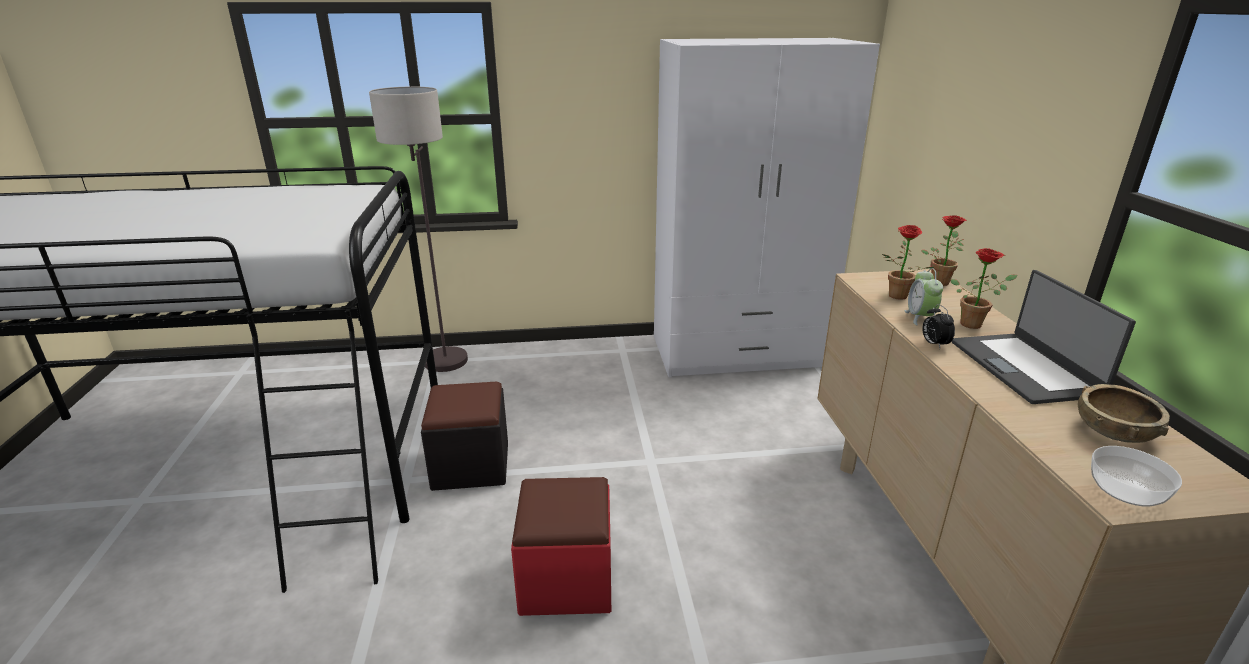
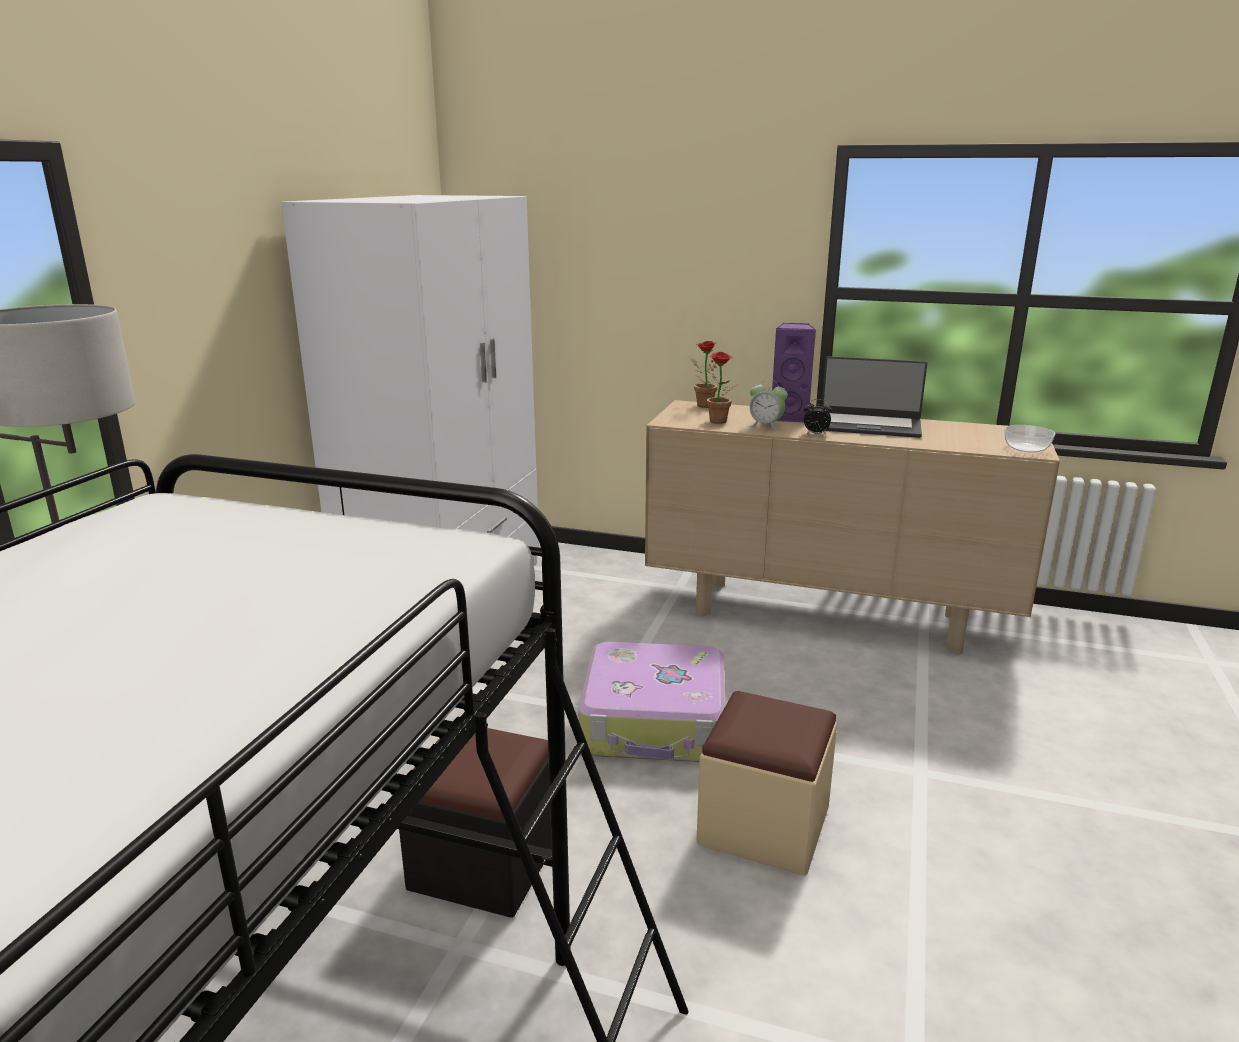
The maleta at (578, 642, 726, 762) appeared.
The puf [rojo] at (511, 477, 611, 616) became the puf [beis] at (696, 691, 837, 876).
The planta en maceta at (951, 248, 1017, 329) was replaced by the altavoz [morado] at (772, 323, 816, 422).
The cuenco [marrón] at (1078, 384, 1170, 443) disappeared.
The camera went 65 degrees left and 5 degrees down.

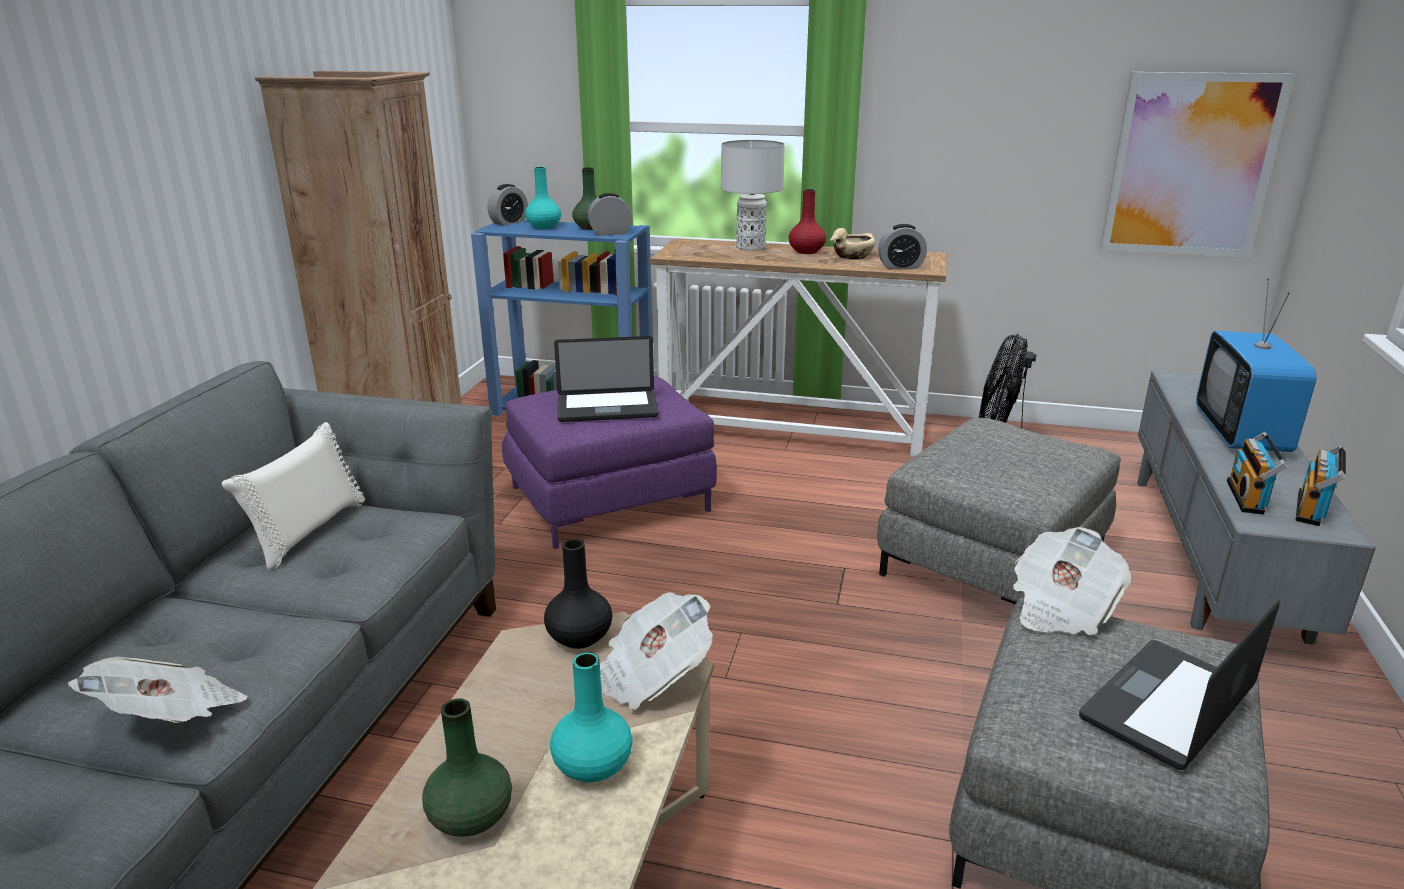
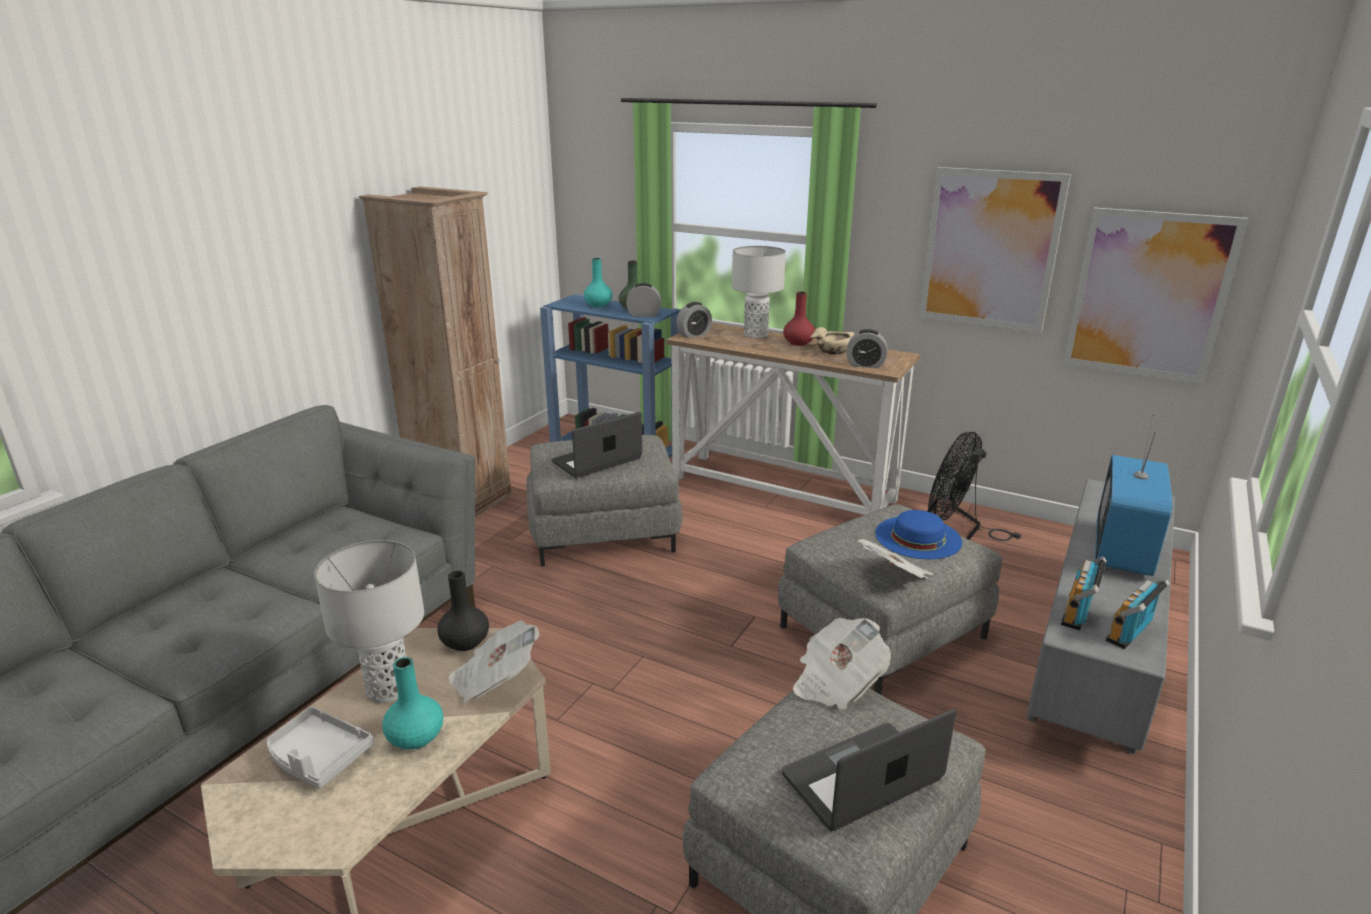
The florero [verde] at (422, 698, 512, 837) was replaced by the bandeja [gris] at (267, 706, 374, 789).
The lámpara de mesa [blanco] at (314, 540, 424, 703) appeared.
The puf [morado] at (502, 376, 717, 549) became the puf [gris] at (527, 435, 683, 566).
The portátil at (554, 336, 658, 422) turned 135 degrees clockwise.
The despertador moved from (487, 184, 528, 226) to (676, 302, 712, 338).
The periódico moved from (68, 656, 247, 723) to (858, 539, 933, 578).
The sombrero [azul] at (875, 510, 962, 559) appeared.
The cuadro at (919, 167, 1071, 333) appeared.
The cojín [blanco] at (222, 422, 365, 570) disappeared.
The camera went 15 degrees right and 0 degrees up.

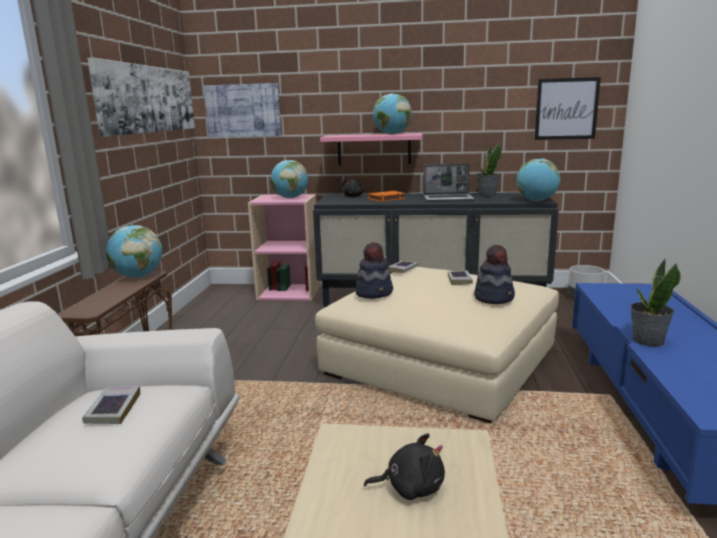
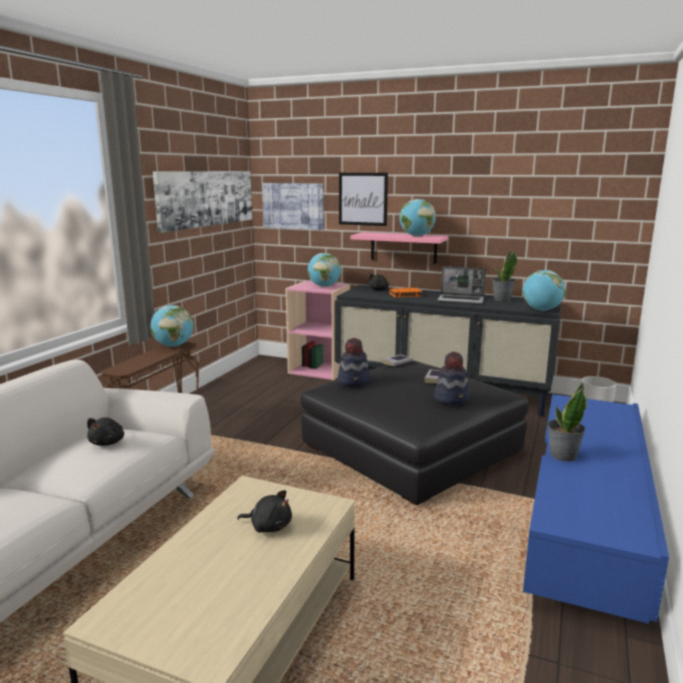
The libro at (82, 385, 140, 424) was replaced by the peluche [negro] at (87, 417, 124, 446).
The puf [beis] at (315, 267, 559, 423) became the puf [negro] at (301, 361, 529, 506).
The cuadro moved from (534, 77, 601, 140) to (339, 173, 388, 226).
The camera went 15 degrees right and 0 degrees up.

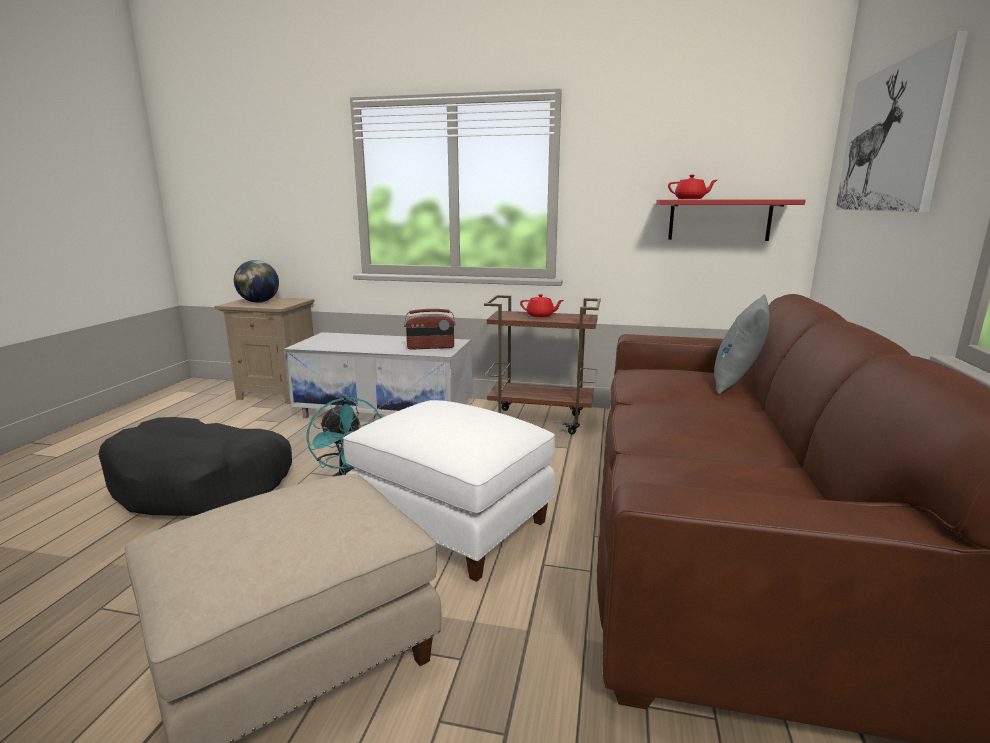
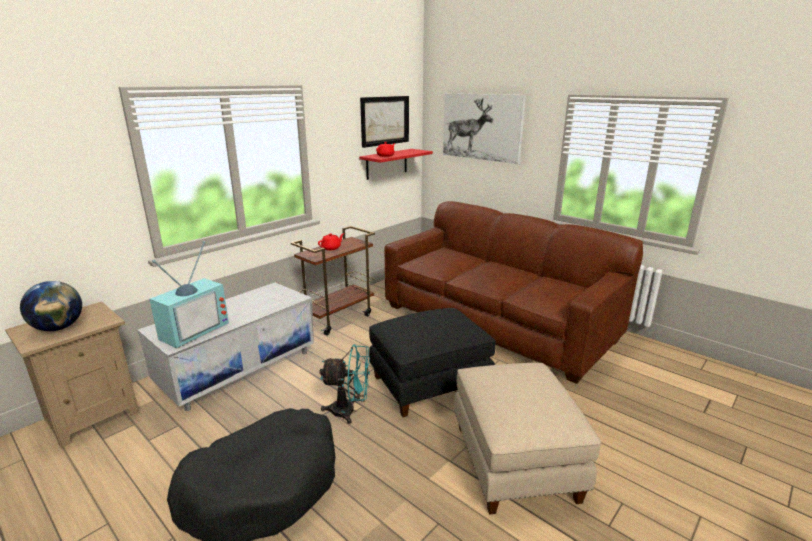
The televisor at (149, 241, 229, 348) appeared.
The cuadro at (360, 96, 409, 148) appeared.
The puf [blanco] at (343, 400, 555, 582) became the puf [negro] at (369, 308, 496, 417).
The radio at (404, 309, 456, 350) disappeared.
The cojín [gris] at (714, 295, 770, 394) disappeared.
The camera went 60 degrees left and 5 degrees up.

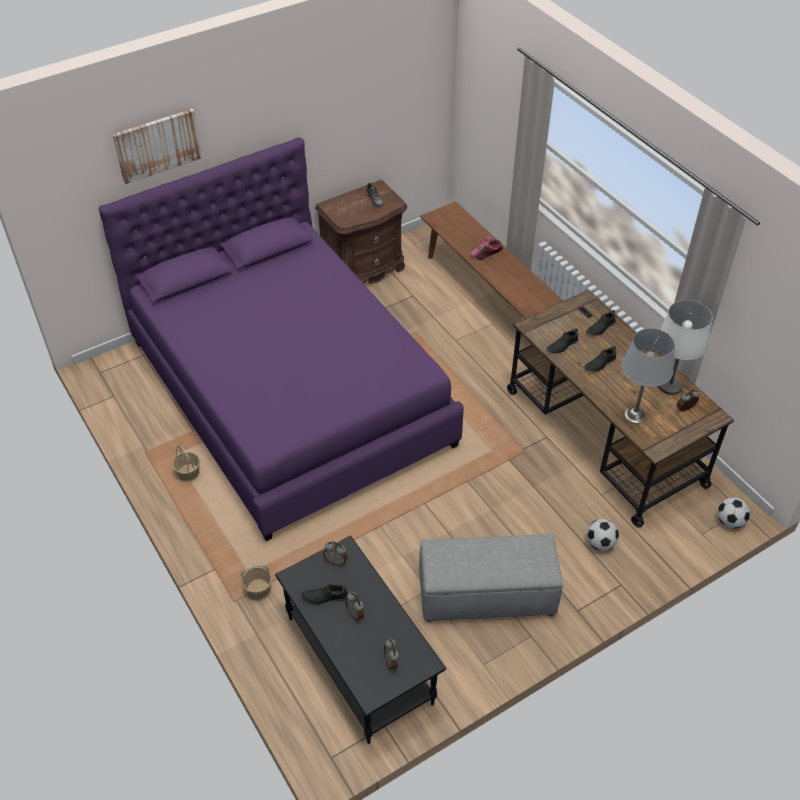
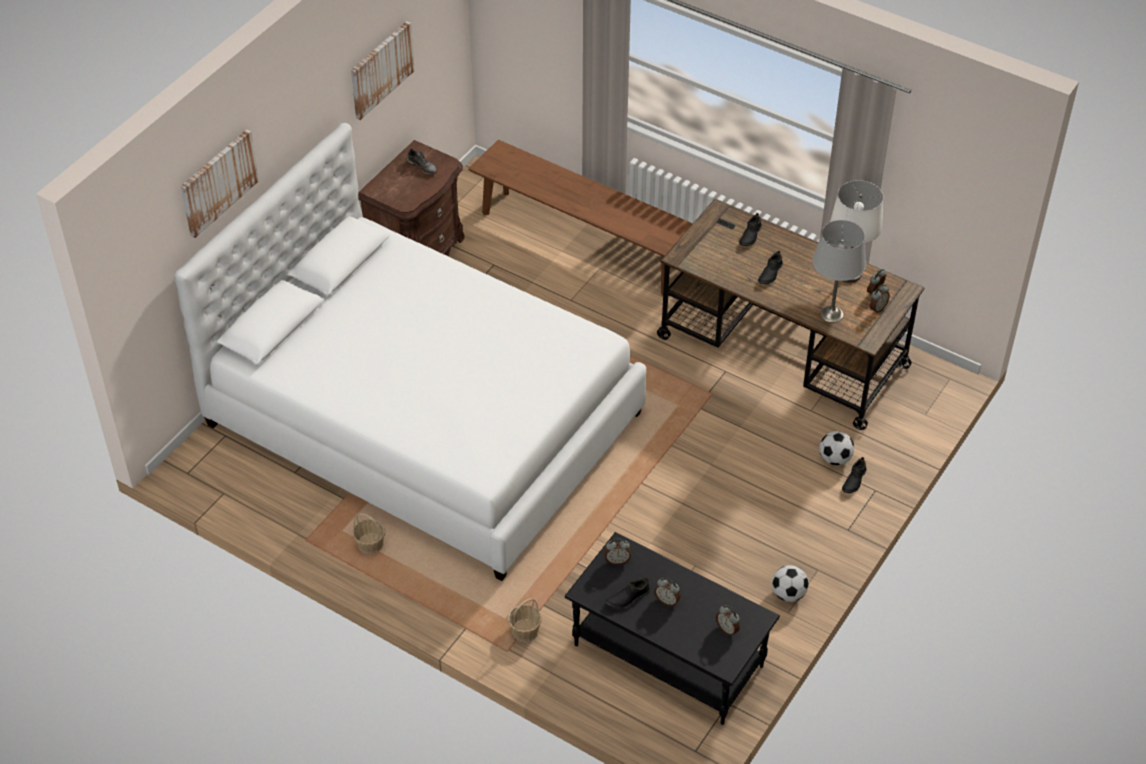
The cama [morado] at (99, 137, 464, 541) became the cama [blanco] at (174, 123, 646, 581).
The cuadro at (351, 21, 415, 120) appeared.
The balón de fútbol moved from (718, 497, 750, 529) to (772, 565, 809, 602).
The zapato [negro] moved from (547, 328, 579, 353) to (842, 457, 866, 493).
The despertador at (870, 284, 890, 313) appeared.
The puf [gris] at (419, 534, 563, 622) disappeared.
The gorra at (470, 237, 503, 260) disappeared.
The camera went 25 degrees left and 0 degrees up.

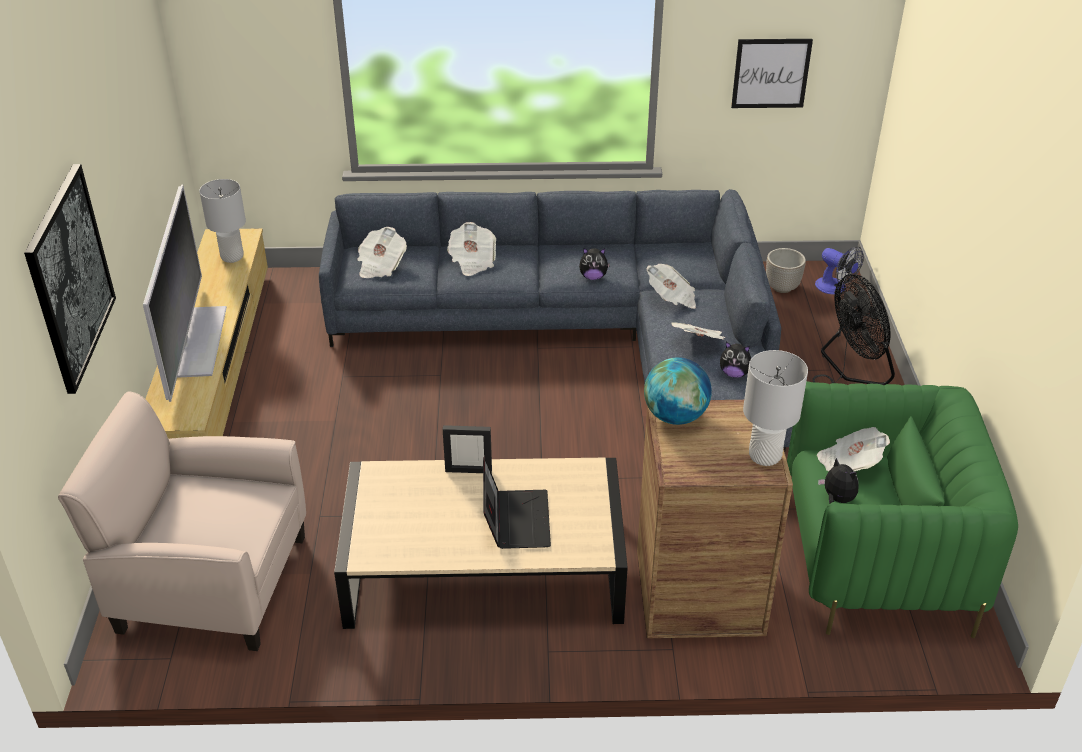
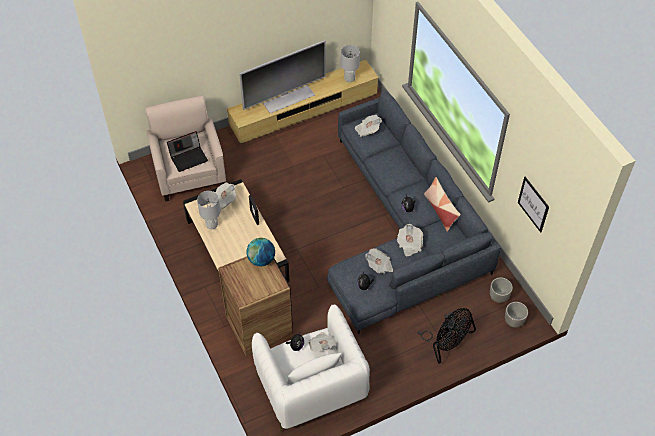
The portátil moved from (483, 456, 551, 549) to (167, 131, 208, 172).
The lámpara de mesa [gris] moved from (743, 350, 808, 466) to (197, 191, 221, 229).
The periódico moved from (447, 222, 496, 276) to (211, 182, 236, 210).
The sillón [verde] at (787, 381, 1018, 638) became the sillón [blanco] at (252, 305, 370, 433).
The cojín at (424, 177, 461, 232) appeared.
The ventilador at (815, 247, 864, 294) was replaced by the maceta at (505, 302, 528, 328).
The cuadro at (24, 164, 116, 394) disappeared.
The camera went 65 degrees right and 15 degrees up.

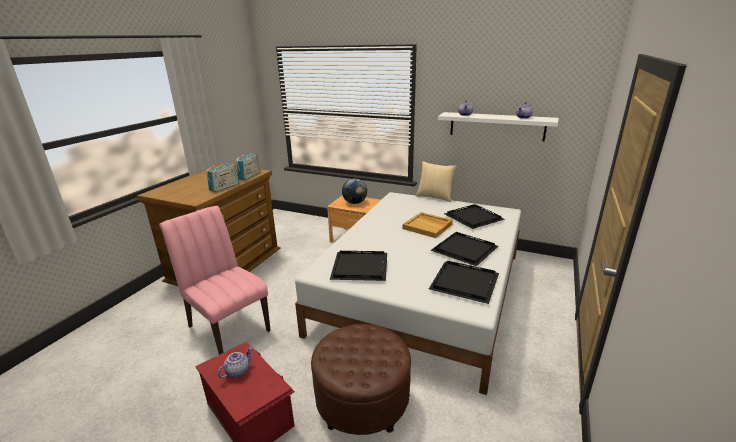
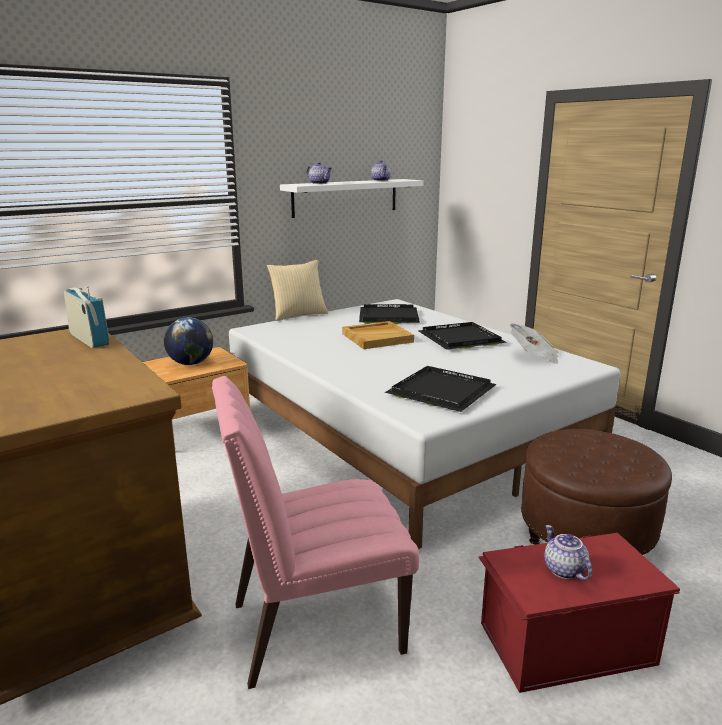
The bandeja [negro] at (429, 261, 499, 304) was replaced by the periódico at (510, 323, 559, 364).
The radio at (207, 163, 239, 192) disappeared.
The camera went 60 degrees left and 5 degrees down.

